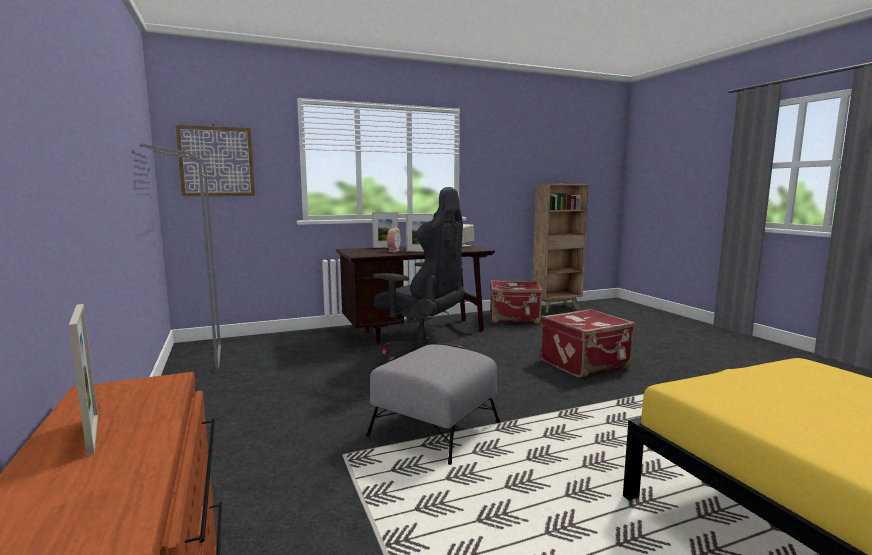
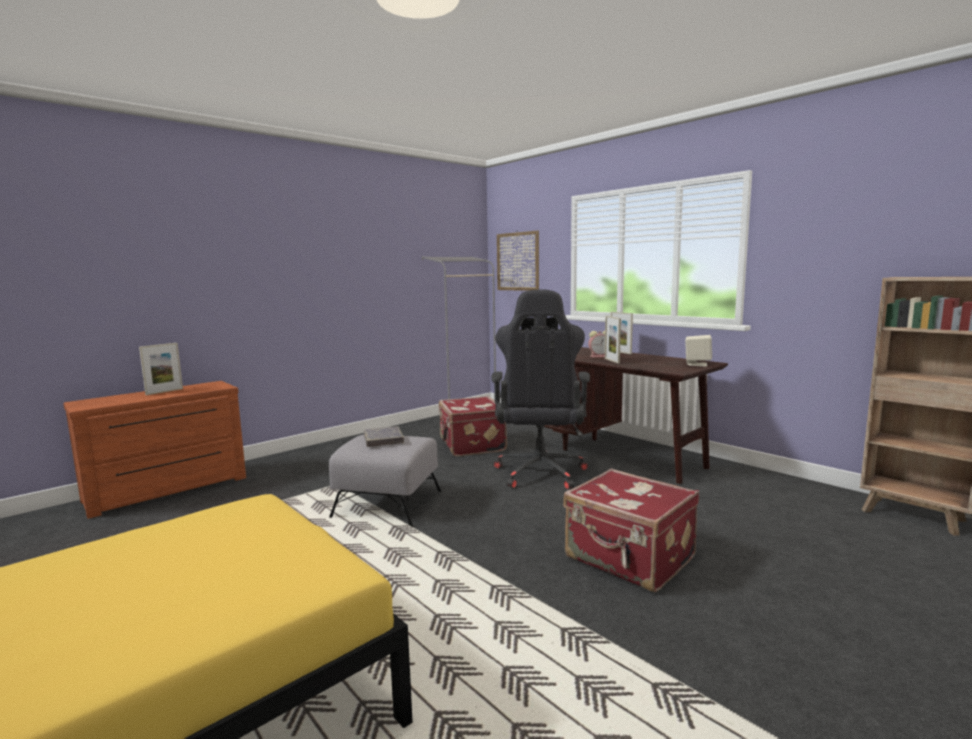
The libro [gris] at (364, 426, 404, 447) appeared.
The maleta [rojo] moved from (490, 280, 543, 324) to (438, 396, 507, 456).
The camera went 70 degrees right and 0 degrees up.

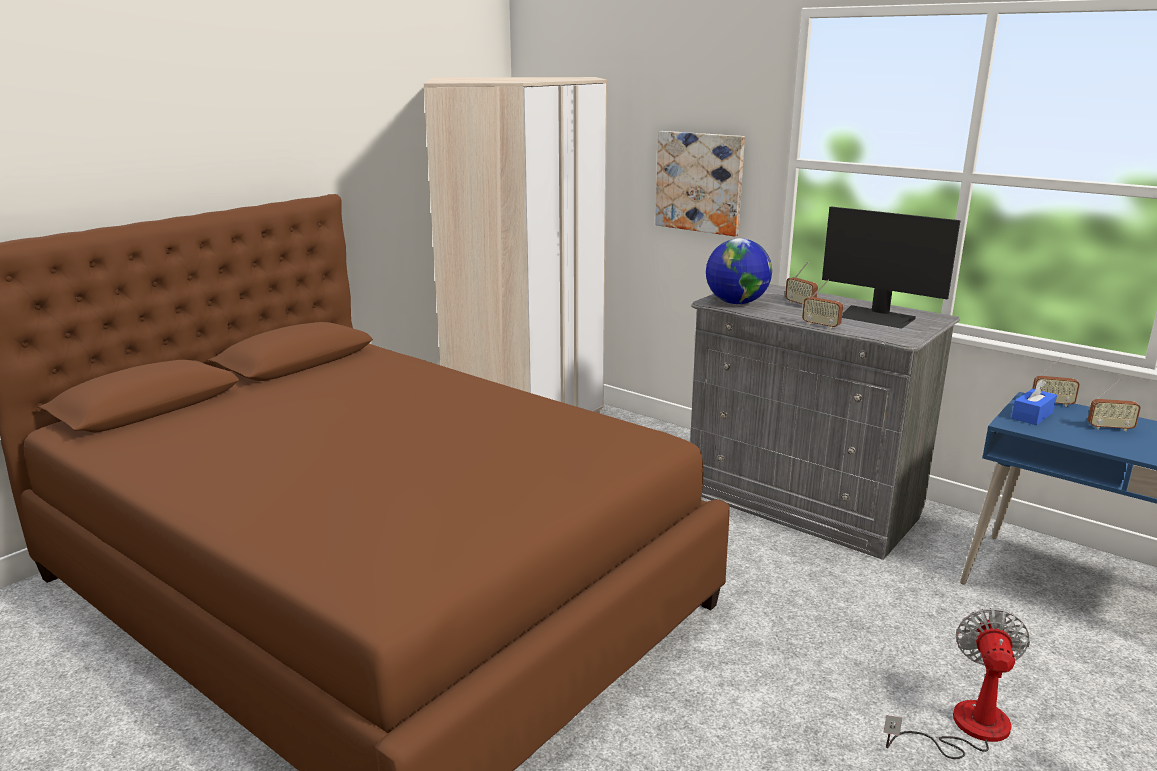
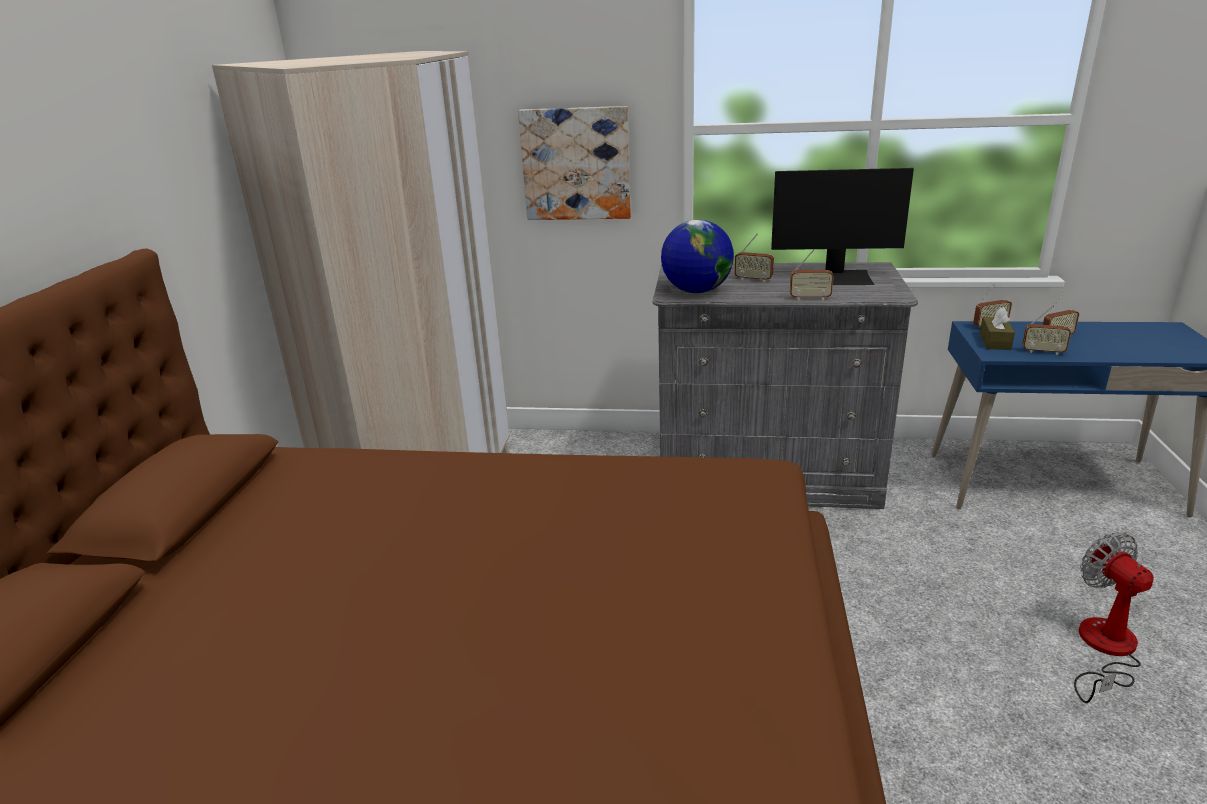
The caja de pañuelos [azul] at (1011, 380, 1057, 425) became the caja de pañuelos [marrón] at (980, 307, 1015, 350).
The radio at (1022, 305, 1071, 355) appeared.
The camera went 30 degrees left and 5 degrees up.

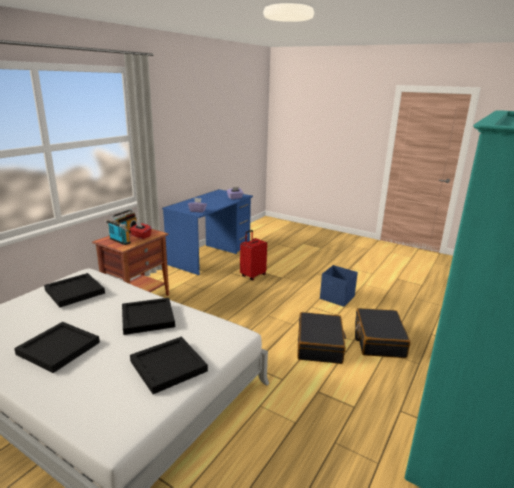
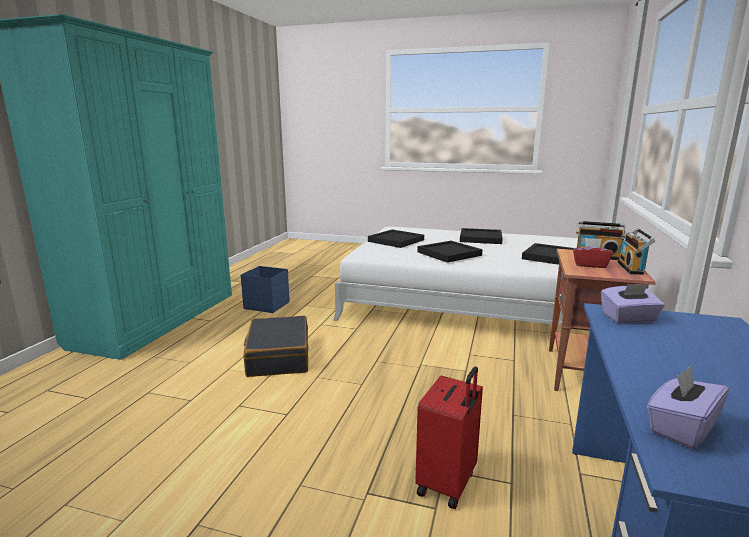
The caja de almacenaje [azul] moved from (320, 265, 358, 307) to (241, 266, 290, 313).
The maleta [negro] at (355, 308, 410, 358) disappeared.
The camera went 165 degrees right and 5 degrees down.

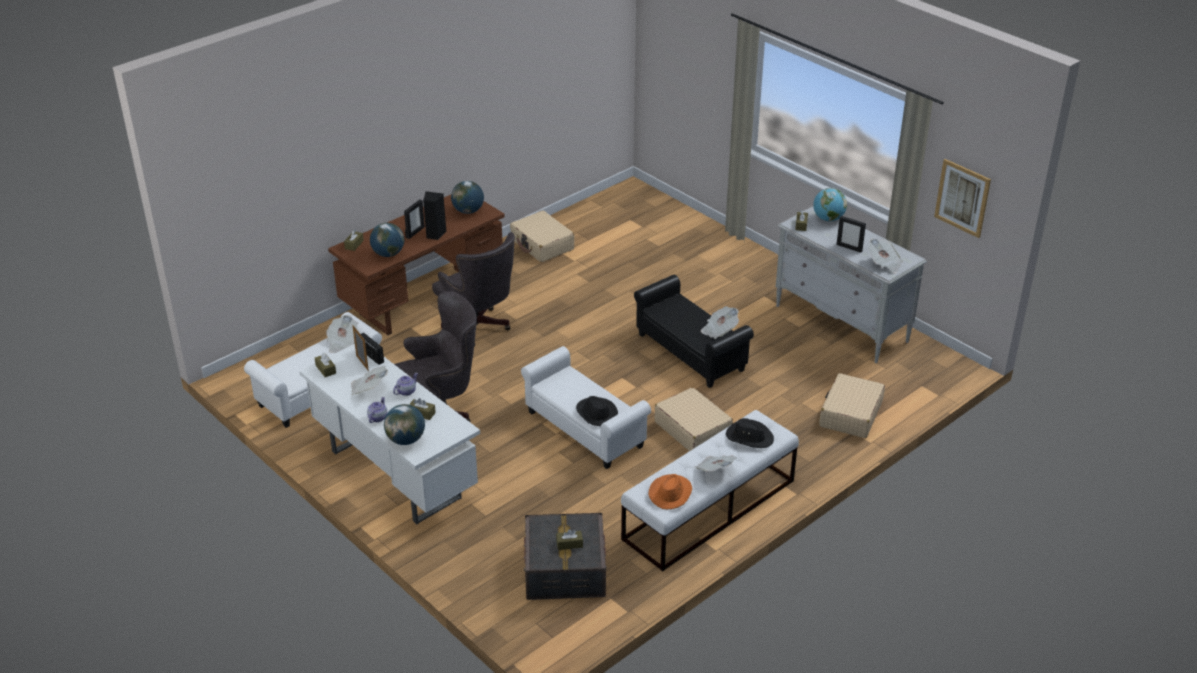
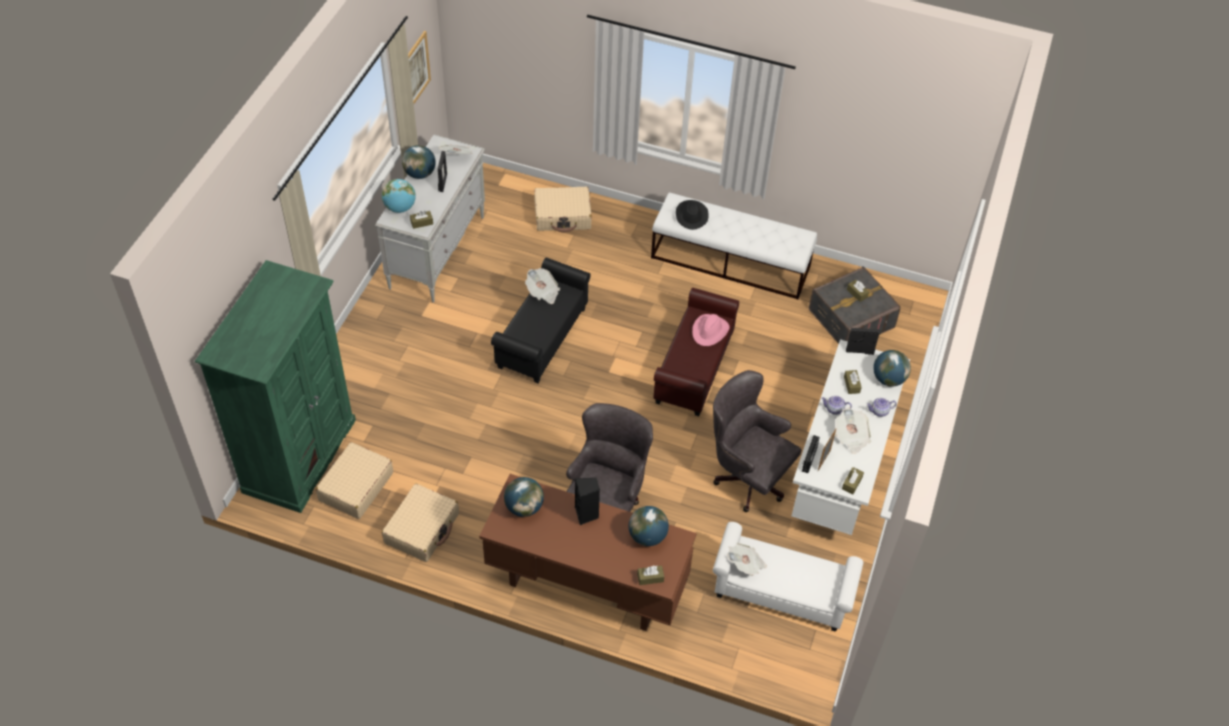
The armario ropero [verde] at (195, 260, 356, 513) appeared.
The maleta [beis] moved from (655, 387, 733, 451) to (316, 442, 393, 519).
The globo terráqueo at (402, 145, 436, 179) appeared.
The puf [blanco] at (521, 346, 651, 469) became the puf [marrón] at (653, 288, 739, 416).
The sombrero [negro] at (576, 396, 618, 426) became the sombrero [rosa] at (692, 314, 730, 346).
The portarretratos moved from (404, 199, 425, 239) to (846, 328, 880, 355).
The sombrero [naranja] at (648, 474, 692, 509) disappeared.
The periódico at (695, 456, 737, 471) disappeared.
The camera went 120 degrees left and 15 degrees up.

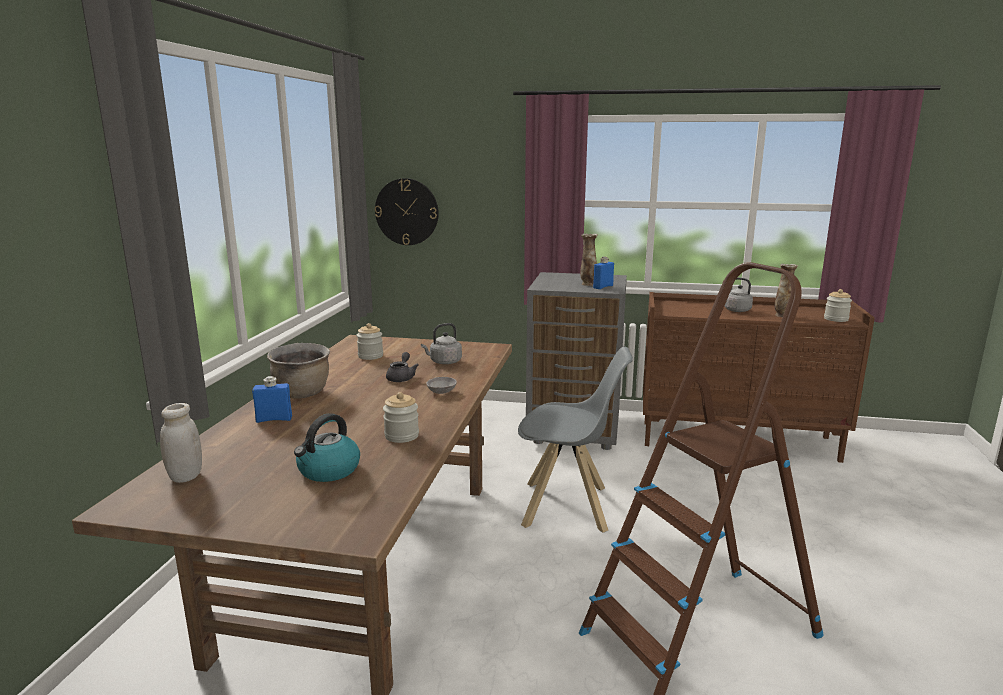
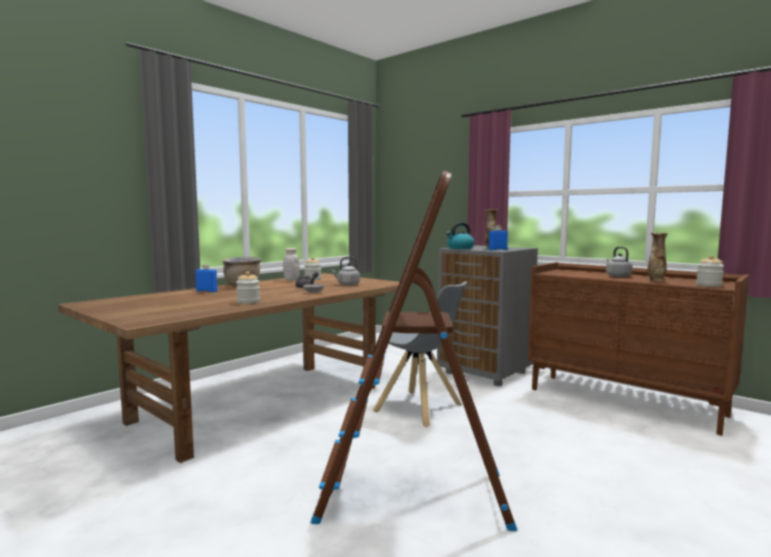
The tarro [blanco] moved from (160, 403, 202, 483) to (283, 248, 300, 281).
The hervidor moved from (294, 413, 360, 482) to (446, 222, 474, 249).
The reloj de pared at (375, 178, 439, 245) disappeared.
The camera went 30 degrees right and 10 degrees down.

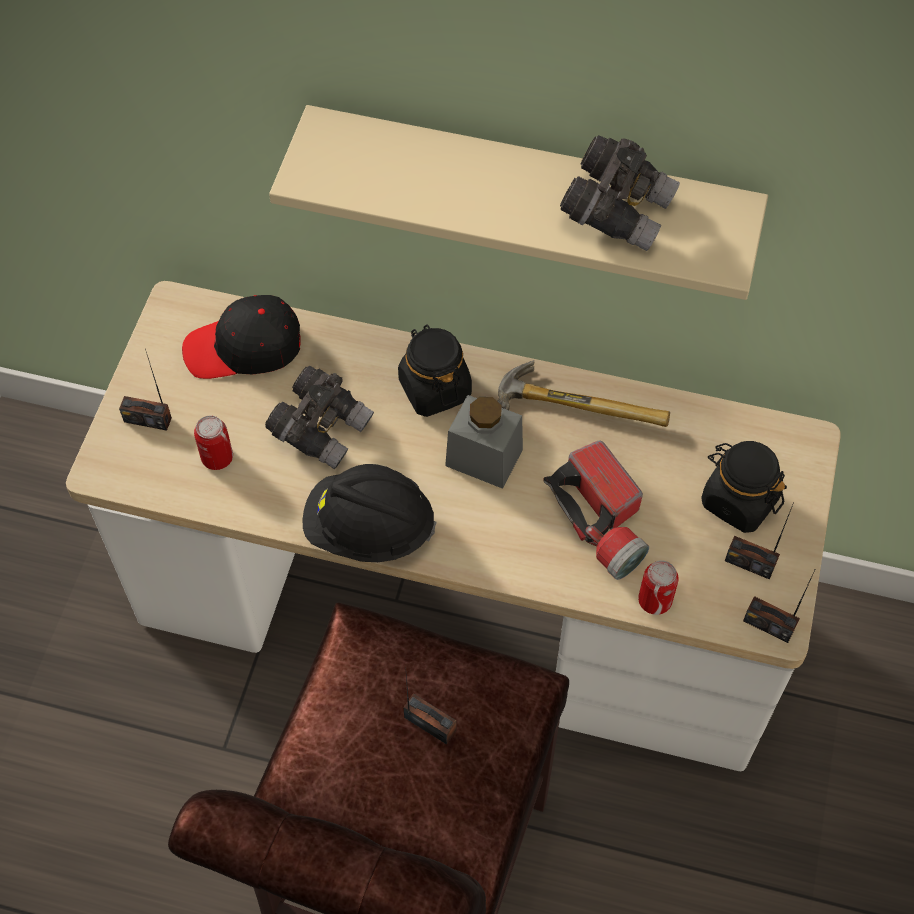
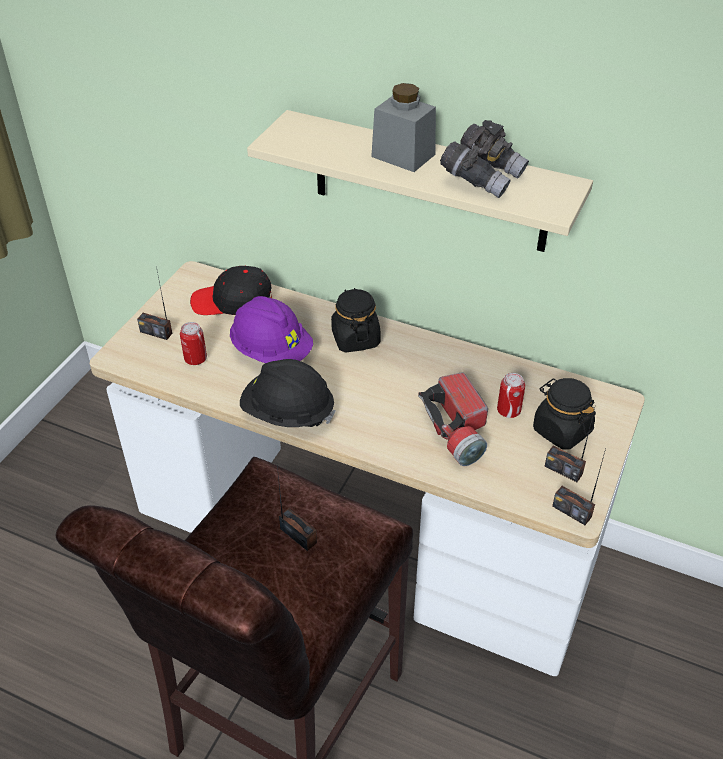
The prismáticos [gris] at (265, 365, 374, 470) was replaced by the casco [morado] at (230, 296, 313, 363).
The tarro [gris] moved from (445, 395, 523, 489) to (371, 83, 436, 172).
The lata moved from (638, 560, 679, 615) to (497, 373, 525, 418).
The martillo at (497, 360, 670, 427) disappeared.
The camera went 10 degrees right and 15 degrees down.

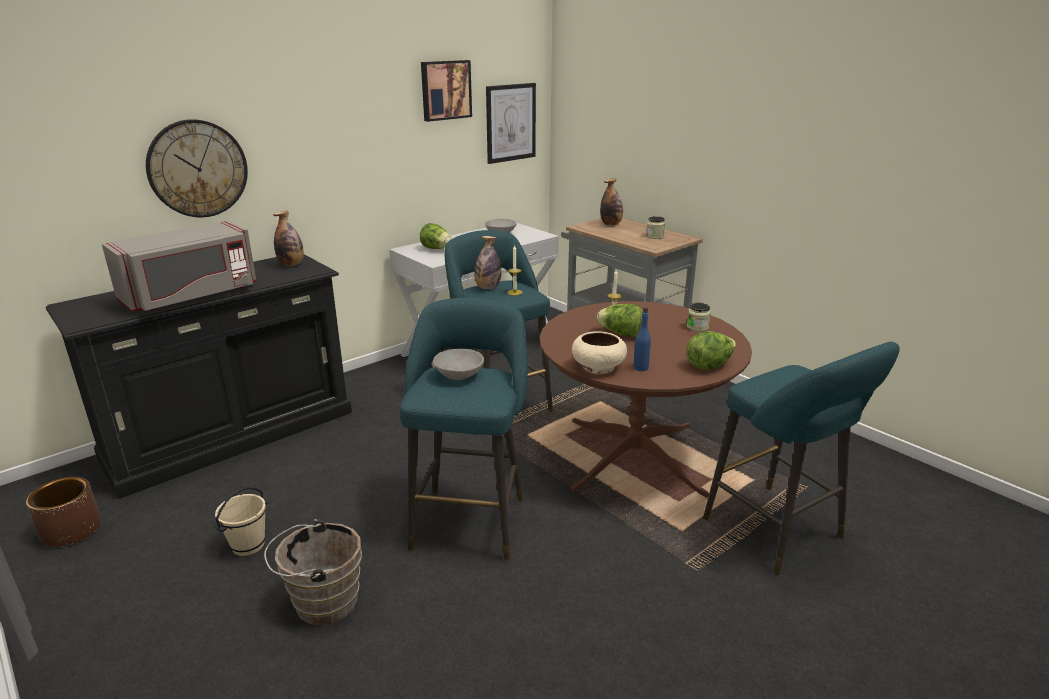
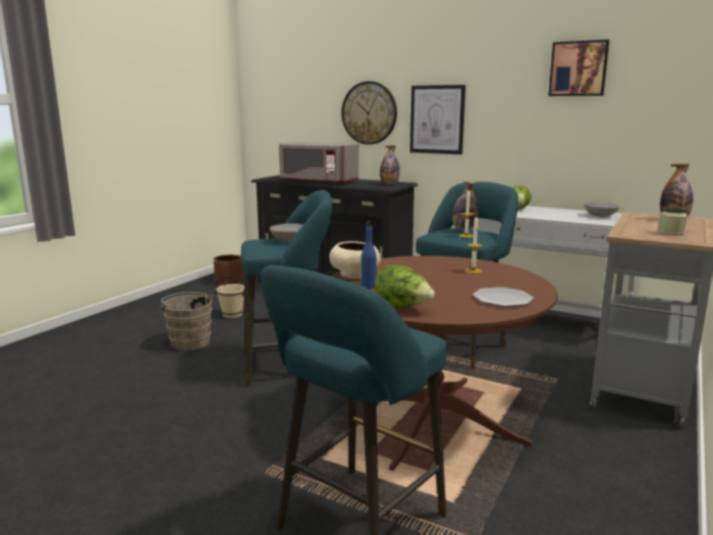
The cuadro moved from (486, 83, 536, 164) to (410, 85, 466, 154).
The tarro at (687, 303, 711, 331) was replaced by the plato at (473, 287, 534, 307).
The lechuga at (597, 304, 643, 337) disappeared.
The camera went 70 degrees right and 10 degrees down.

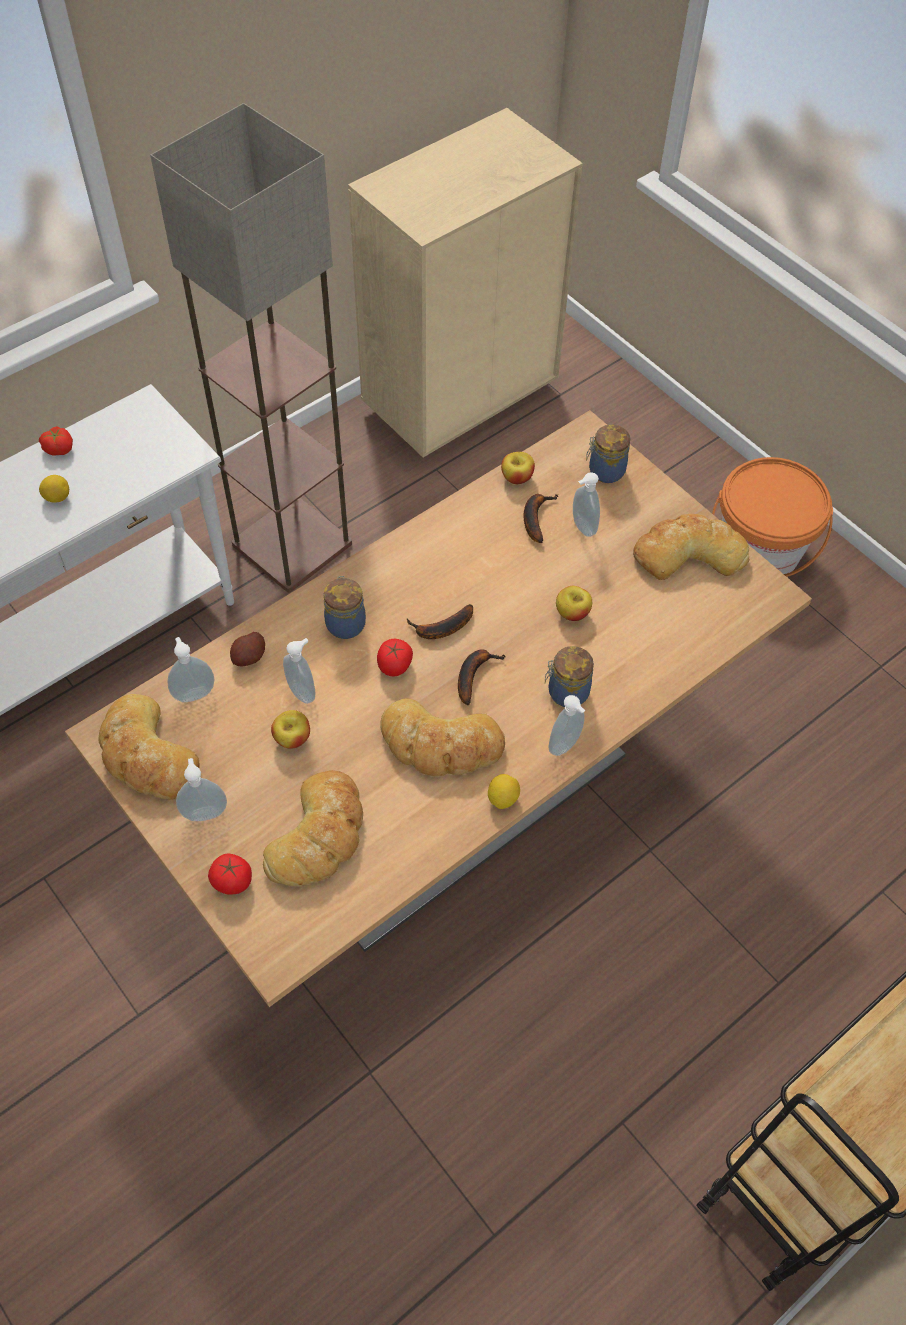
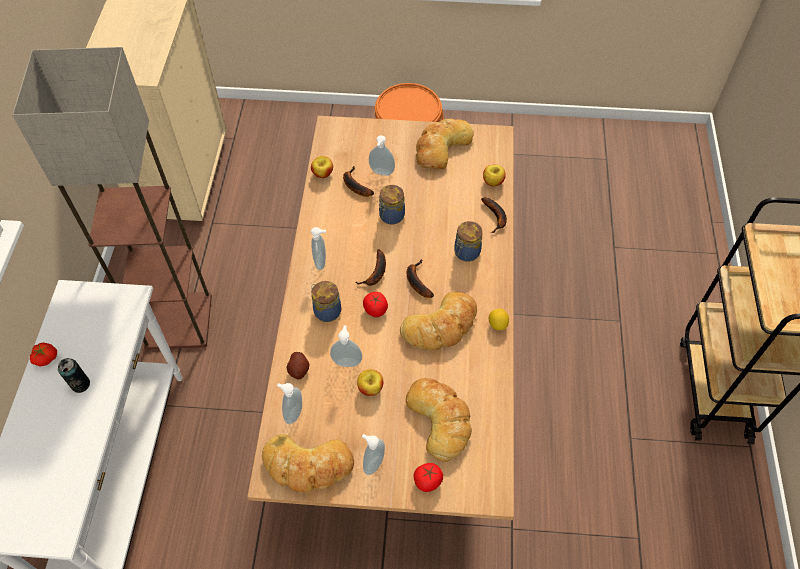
The limón at (39, 475, 69, 503) was replaced by the lata at (58, 358, 90, 393).
The dispensador de jabón moved from (548, 695, 585, 756) to (311, 227, 326, 270).
The tarro moved from (586, 425, 630, 483) to (379, 185, 405, 224).
The plátano at (481, 198, 507, 233) appeared.
The manzana moved from (556, 586, 592, 621) to (483, 165, 506, 186).
The camera went 45 degrees left and 0 degrees up.

